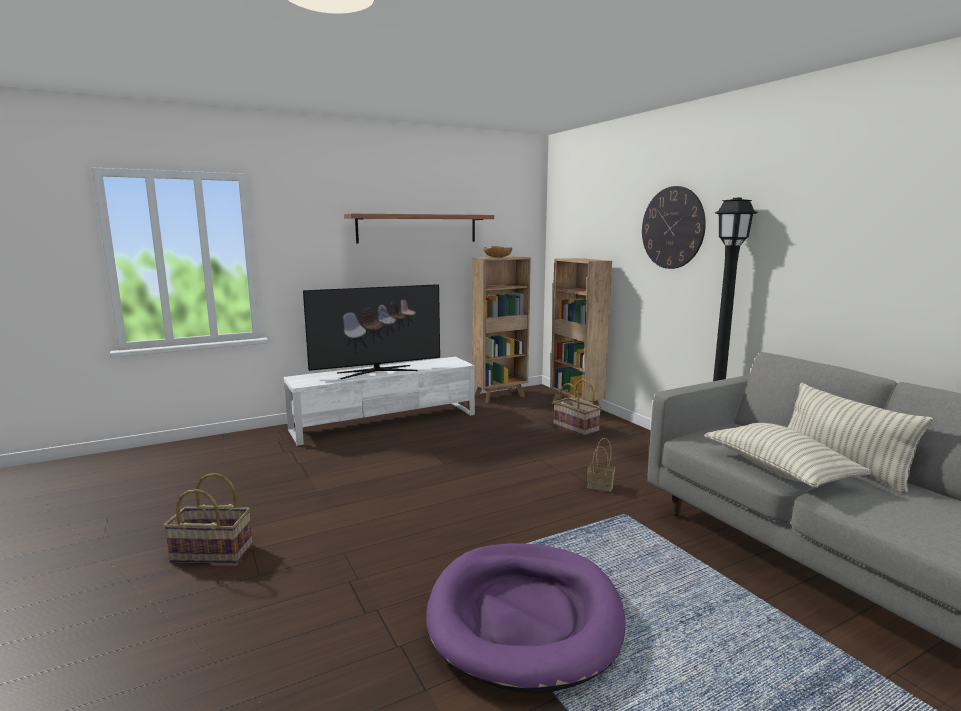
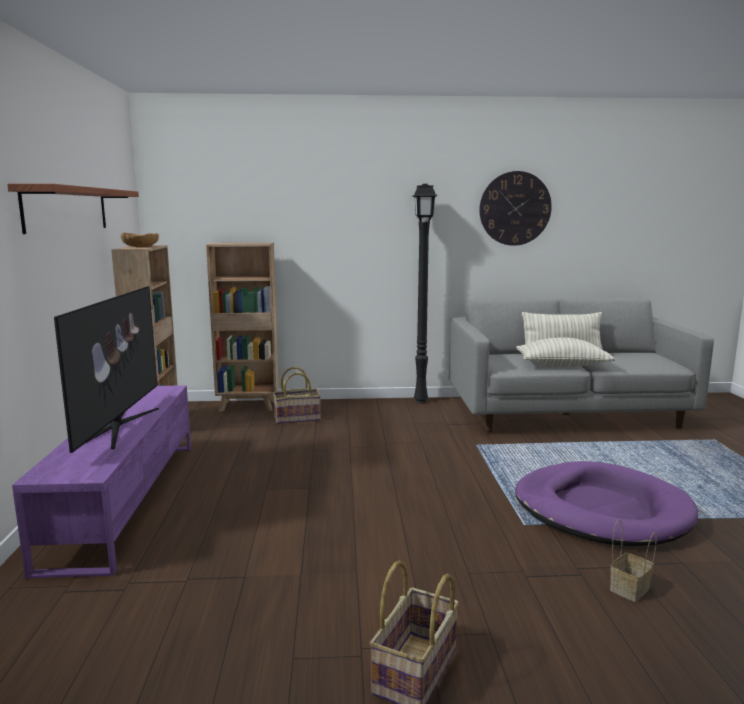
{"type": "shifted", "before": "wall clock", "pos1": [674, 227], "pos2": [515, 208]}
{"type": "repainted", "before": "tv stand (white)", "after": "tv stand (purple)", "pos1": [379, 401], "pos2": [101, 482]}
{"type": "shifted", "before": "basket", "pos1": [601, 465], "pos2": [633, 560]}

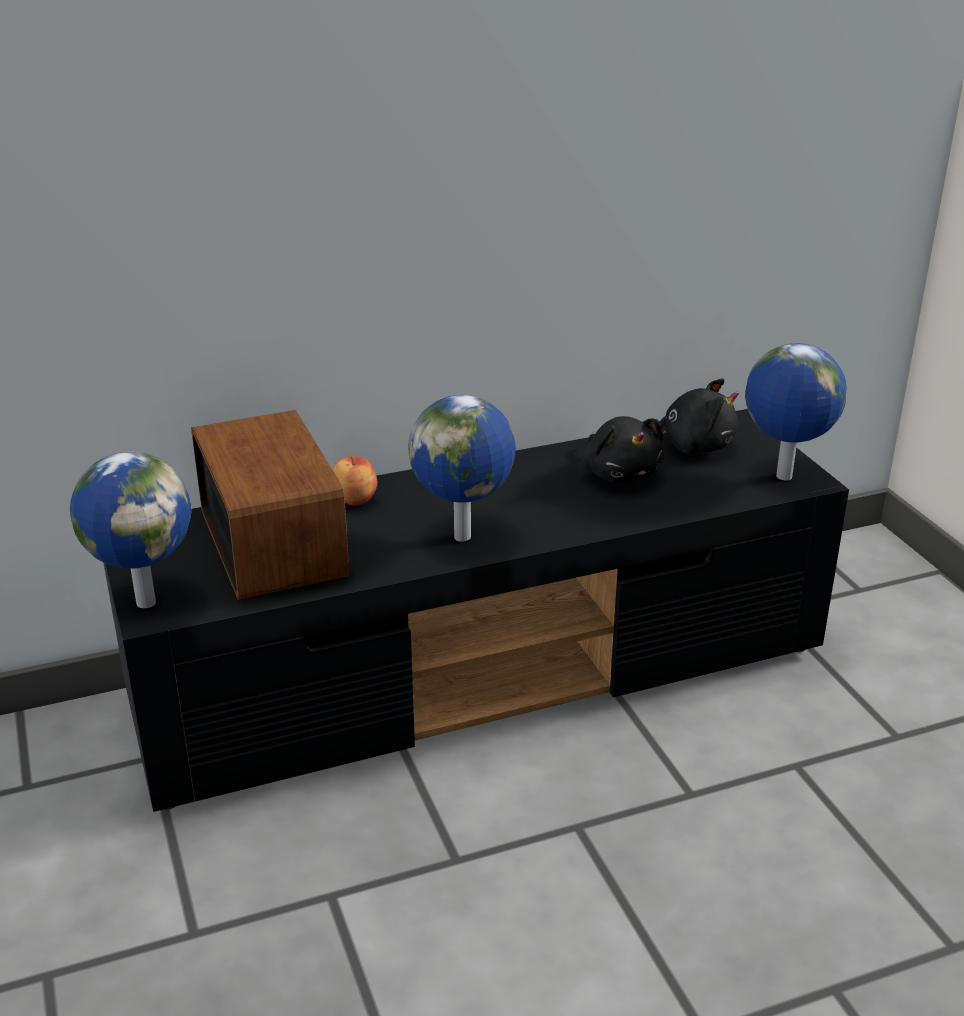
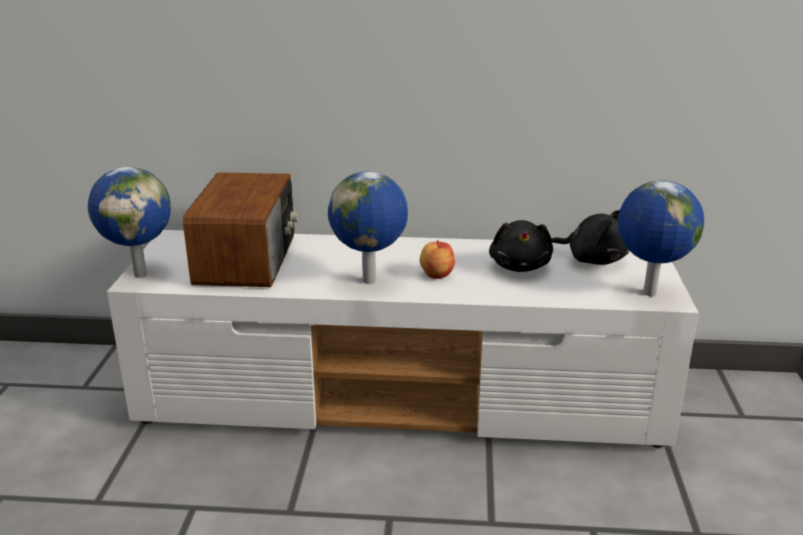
{"type": "repainted", "before": "tv stand (black)", "after": "tv stand (white)", "pos1": [476, 610], "pos2": [403, 339]}
{"type": "shifted", "before": "apple", "pos1": [355, 481], "pos2": [437, 259]}

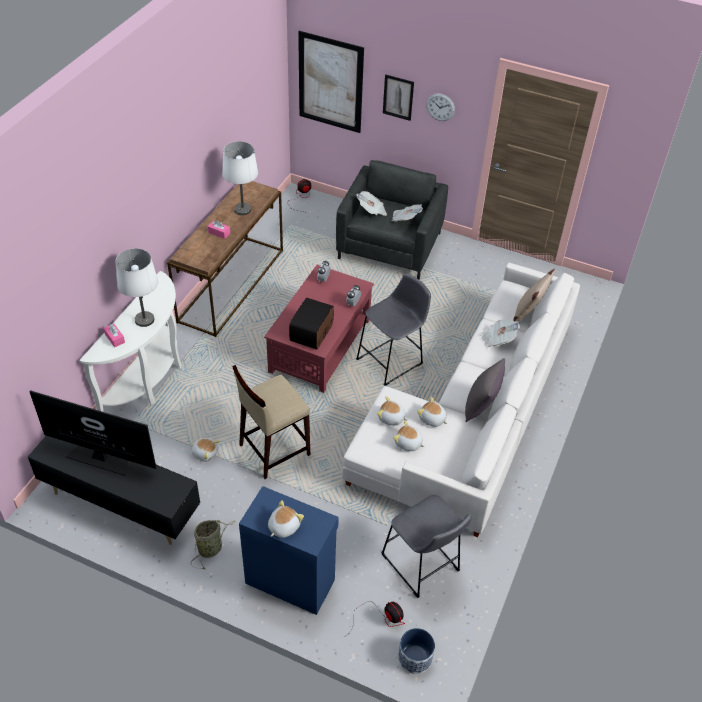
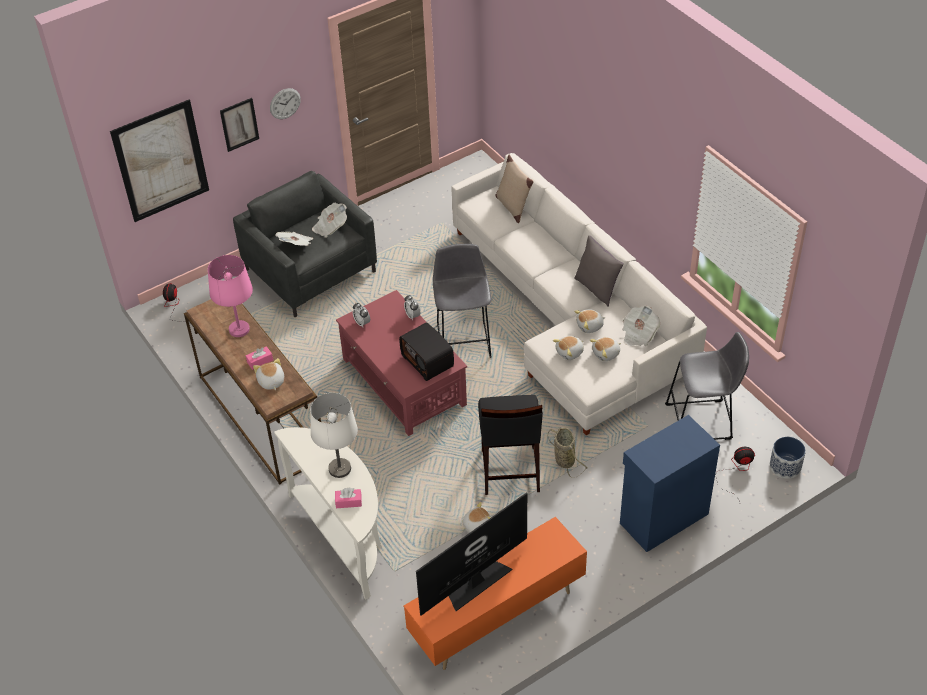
{"type": "repainted", "before": "table lamp (white)", "after": "table lamp (pink)", "pos1": [240, 178], "pos2": [230, 296]}
{"type": "shifted", "before": "newspaper", "pos1": [500, 332], "pos2": [641, 326]}
{"type": "repainted", "before": "stool (beige)", "after": "stool (black)", "pos1": [271, 422], "pos2": [510, 445]}
{"type": "repainted", "before": "tv stand (black)", "after": "tv stand (orange)", "pos1": [114, 490], "pos2": [495, 593]}
{"type": "shifted", "before": "plush toy", "pos1": [286, 519], "pos2": [268, 374]}
{"type": "shifted", "before": "basket", "pos1": [213, 545], "pos2": [567, 453]}

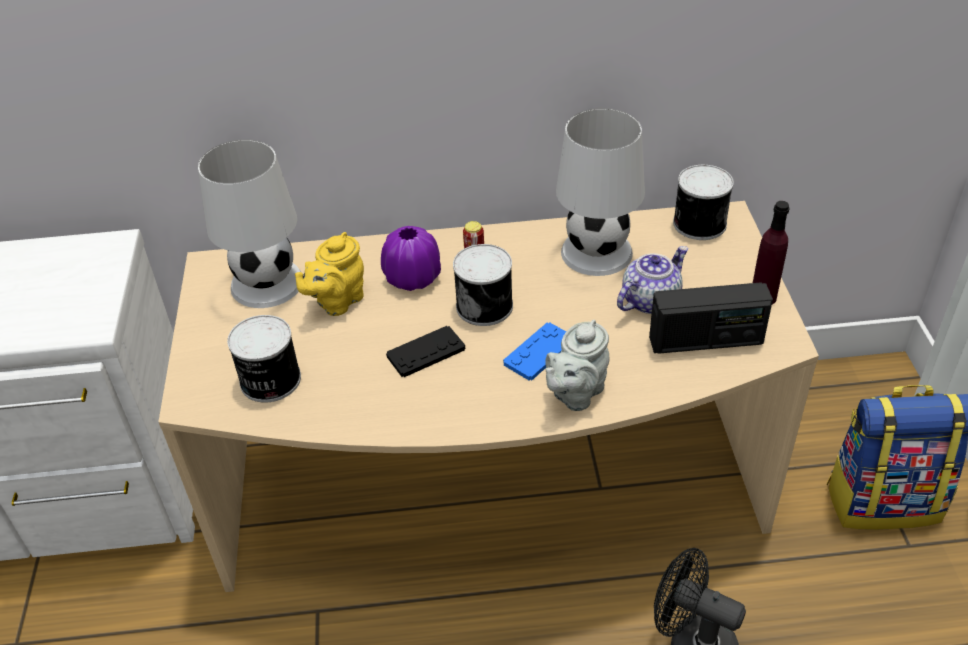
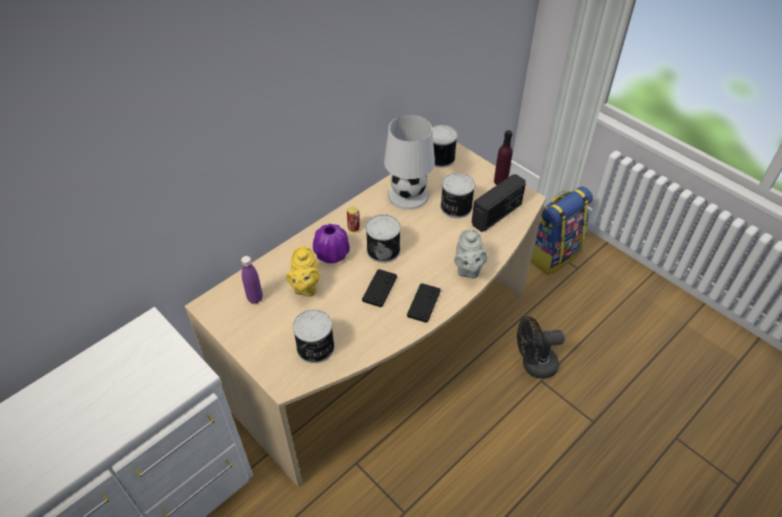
{"type": "swapped", "before": "table lamp (white)", "after": "bottle (purple)", "pos1": [249, 224], "pos2": [252, 280]}
{"type": "swapped", "before": "teapot", "after": "can", "pos1": [652, 280], "pos2": [458, 195]}
{"type": "gone", "before": "game controller (blue)", "pos1": [534, 351]}
{"type": "new", "after": "game controller (black)", "pos2": [424, 303]}

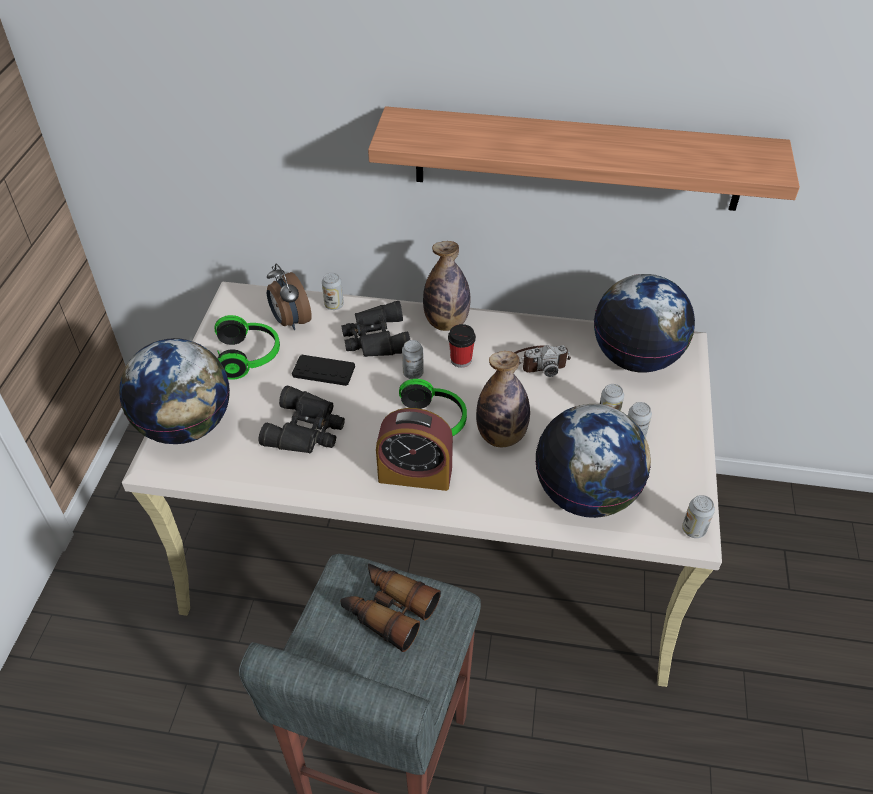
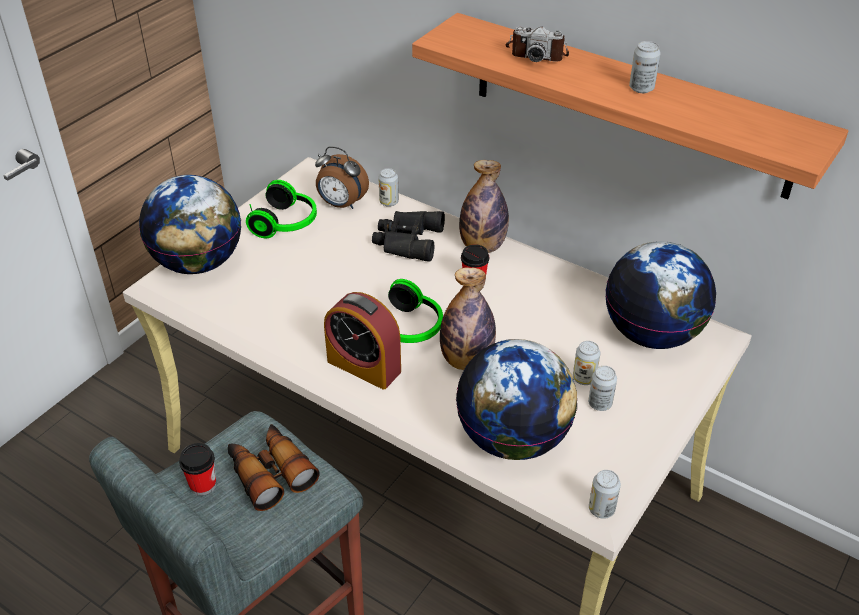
{"type": "rotated", "before": "alarm clock", "pos1": [289, 297], "pos2": [342, 177], "turn": -60}
{"type": "shifted", "before": "can", "pos1": [413, 359], "pos2": [645, 67]}
{"type": "shifted", "before": "photo camera", "pos1": [542, 361], "pos2": [537, 44]}
{"type": "gone", "before": "game controller (black)", "pos1": [323, 370]}
{"type": "gone", "before": "binoculars (black)", "pos1": [301, 419]}
{"type": "new", "after": "cup", "pos2": [197, 469]}

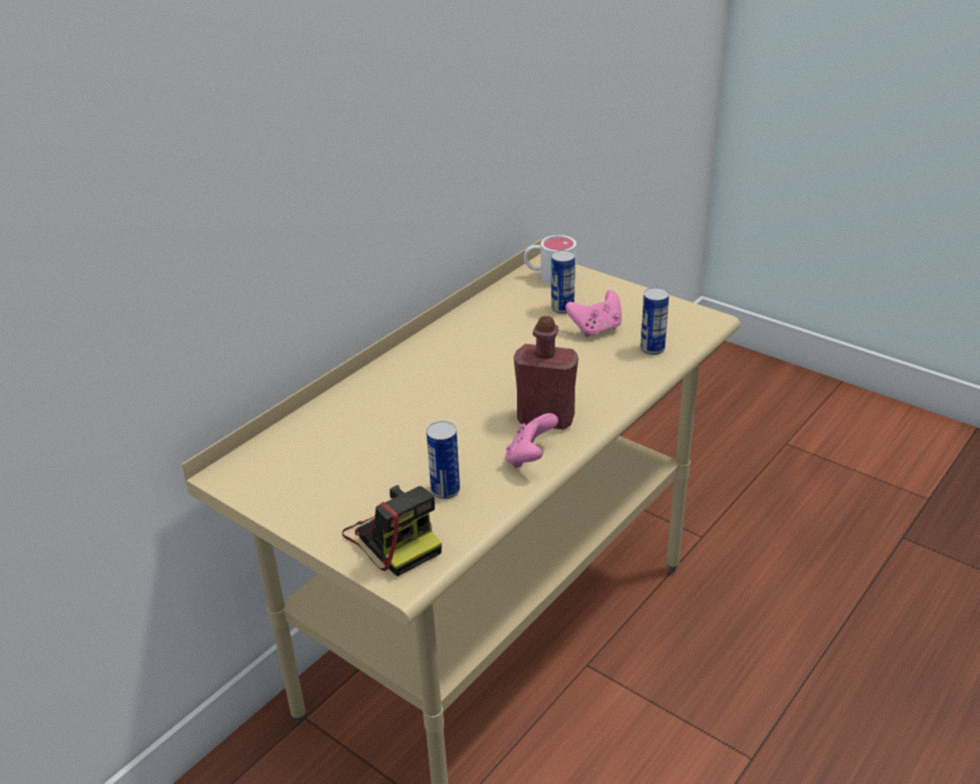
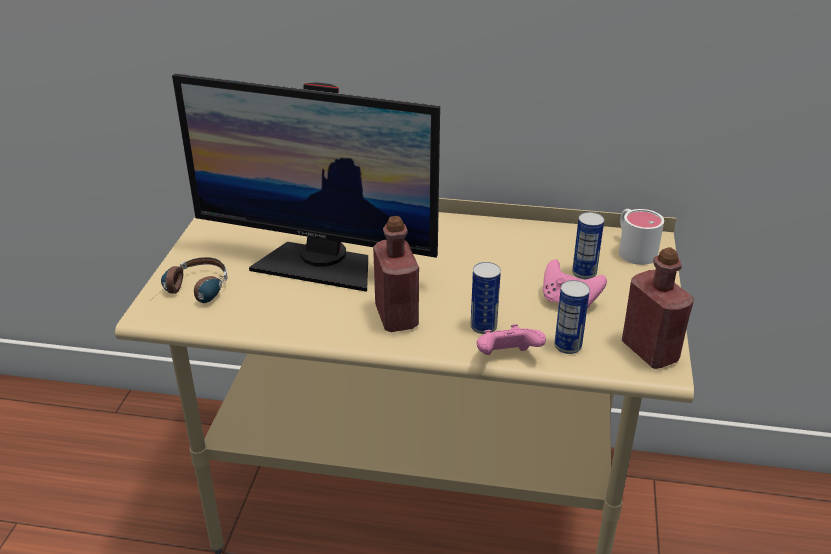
{"type": "shifted", "before": "game controller (pink)", "pos1": [531, 440], "pos2": [511, 339]}
{"type": "shifted", "before": "can", "pos1": [443, 460], "pos2": [485, 298]}
{"type": "swapped", "before": "photo camera", "after": "headphones", "pos1": [392, 531], "pos2": [188, 280]}
{"type": "new", "after": "monitor", "pos2": [306, 183]}
{"type": "new", "after": "bottle (red)", "pos2": [658, 308]}

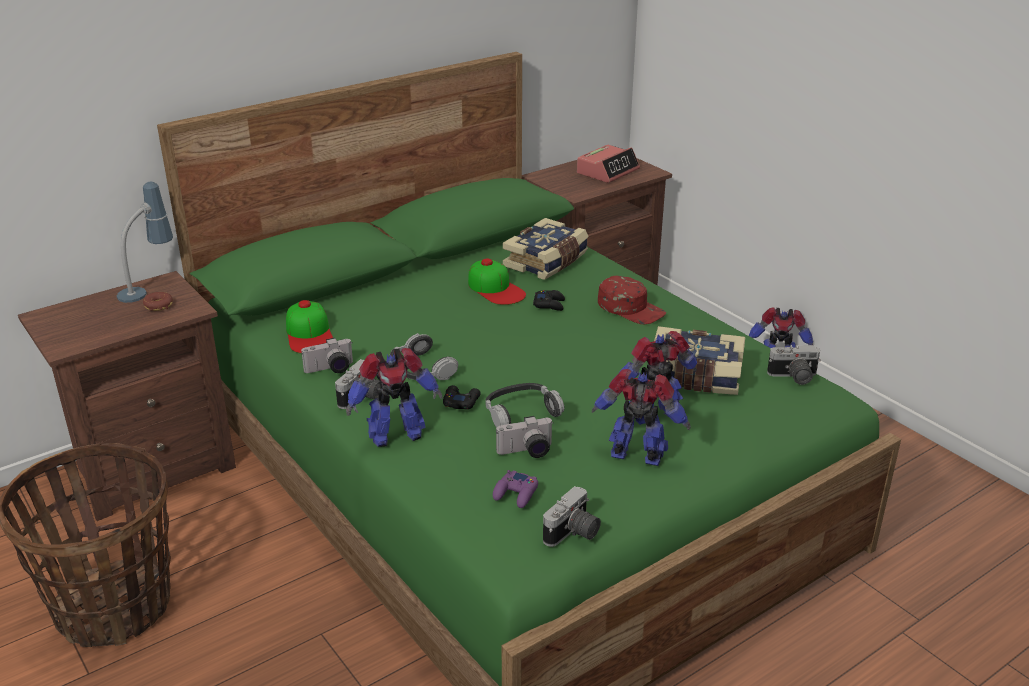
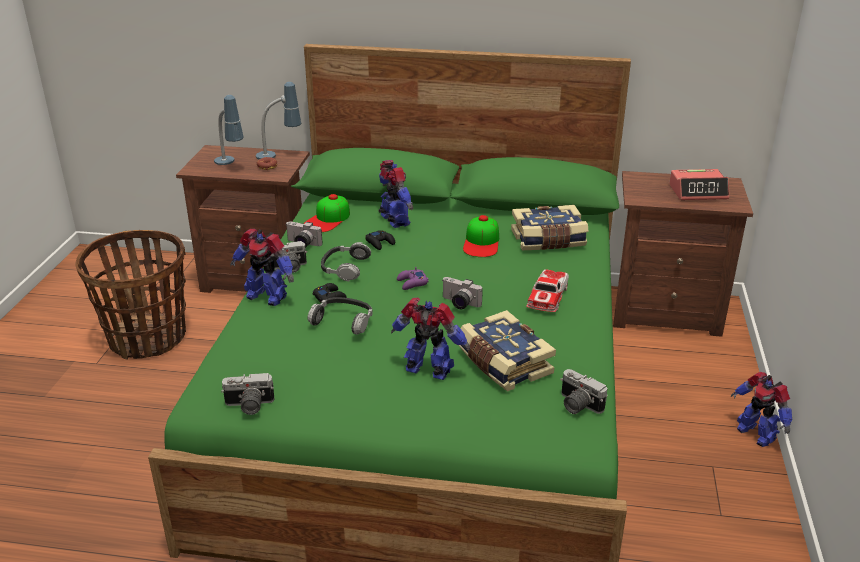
{"type": "swapped", "before": "cap (red)", "after": "toy car", "pos1": [632, 300], "pos2": [547, 290]}
{"type": "shifted", "before": "game controller (black)", "pos1": [549, 300], "pos2": [380, 240]}
{"type": "shifted", "before": "toy robot", "pos1": [641, 417], "pos2": [396, 194]}
{"type": "shifted", "before": "photo camera", "pos1": [524, 437], "pos2": [463, 293]}
{"type": "shifted", "before": "game controller (purple)", "pos1": [515, 489], "pos2": [413, 278]}
{"type": "new", "after": "table lamp", "pos2": [229, 130]}

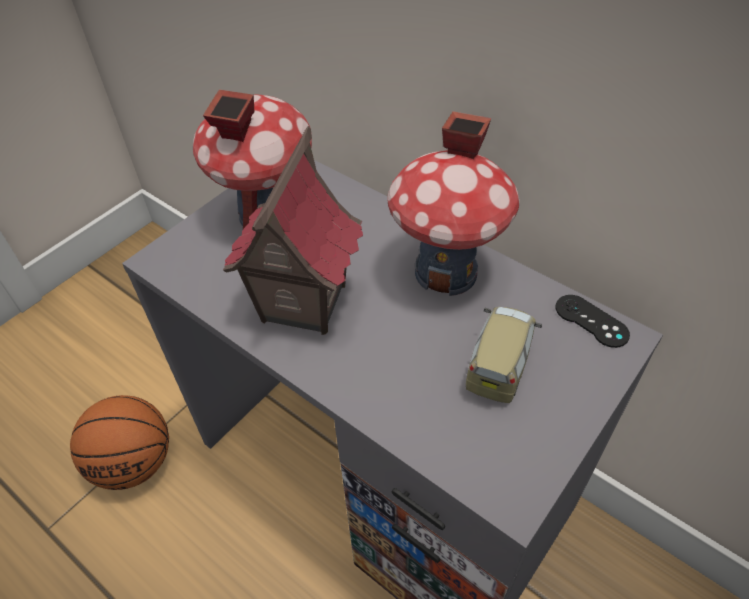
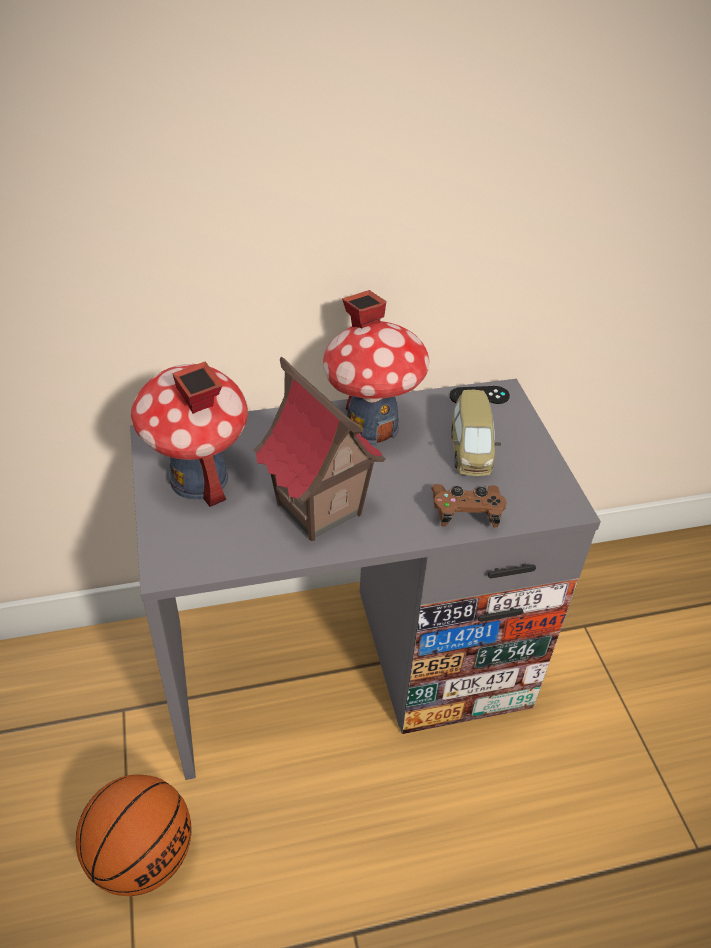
{"type": "rotated", "before": "toy car", "pos1": [504, 355], "pos2": [476, 433], "turn": -150}
{"type": "new", "after": "game controller (brown)", "pos2": [468, 506]}

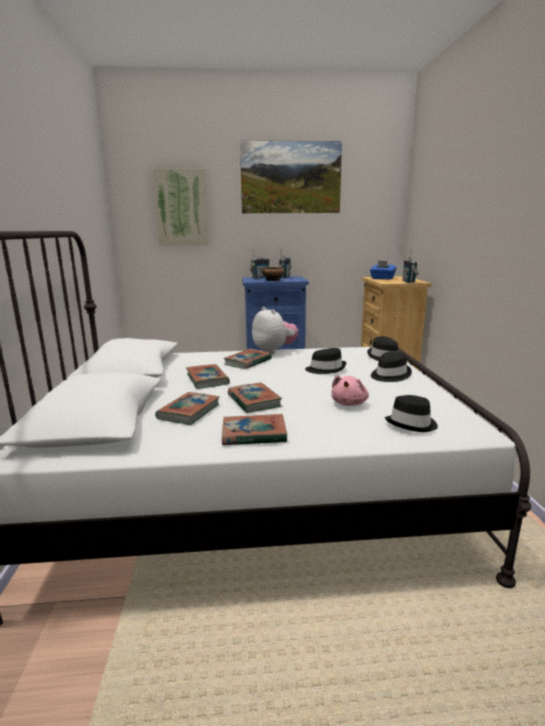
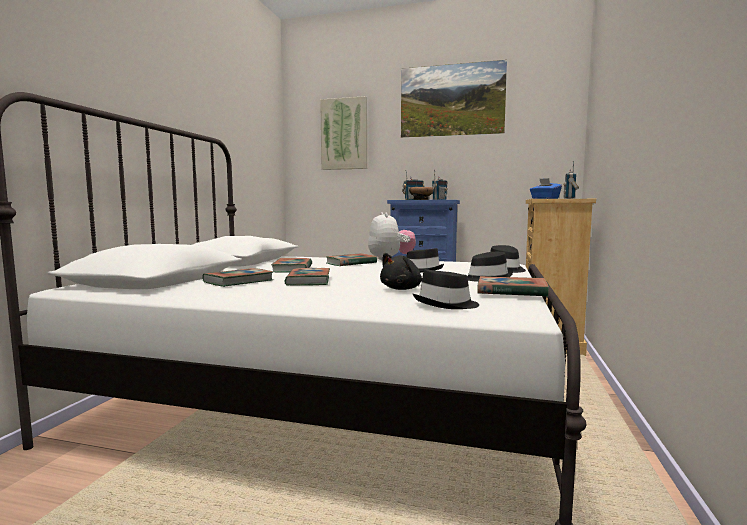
{"type": "repainted", "before": "plush toy (pink)", "after": "plush toy (black)", "pos1": [350, 390], "pos2": [401, 271]}
{"type": "shifted", "before": "book", "pos1": [254, 429], "pos2": [513, 286]}

